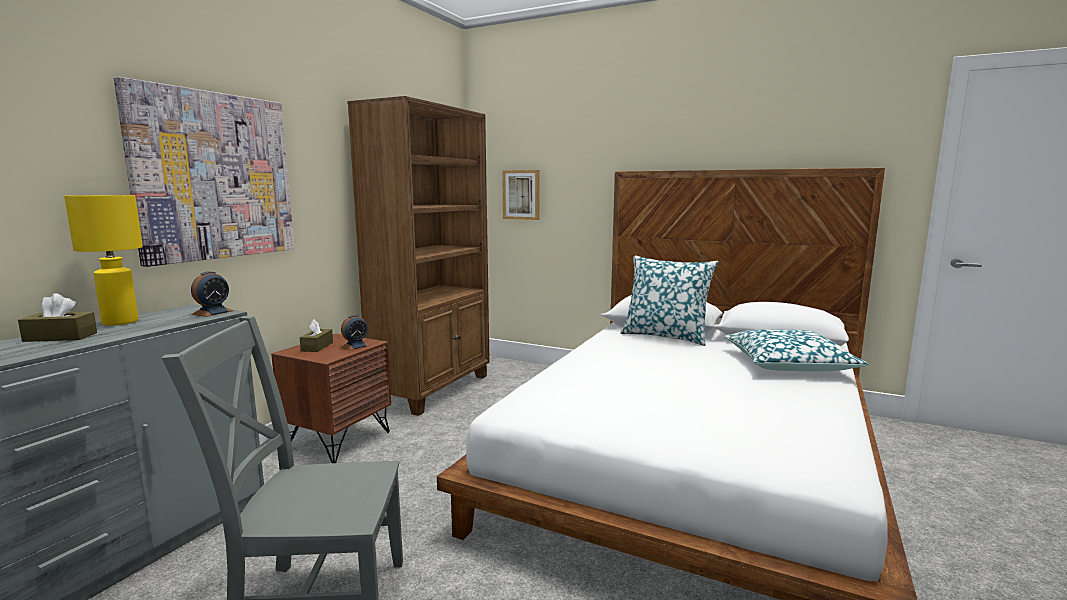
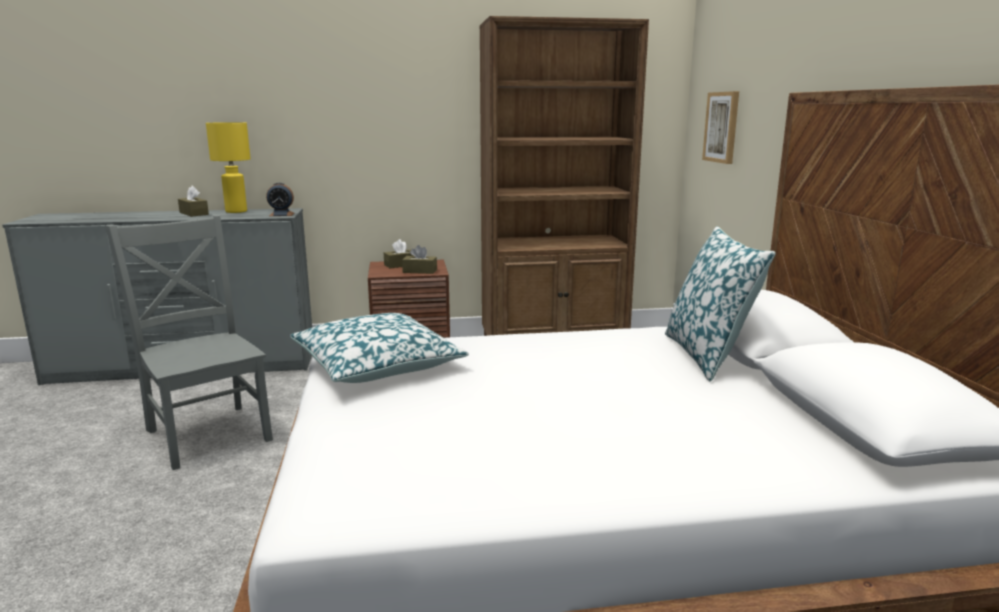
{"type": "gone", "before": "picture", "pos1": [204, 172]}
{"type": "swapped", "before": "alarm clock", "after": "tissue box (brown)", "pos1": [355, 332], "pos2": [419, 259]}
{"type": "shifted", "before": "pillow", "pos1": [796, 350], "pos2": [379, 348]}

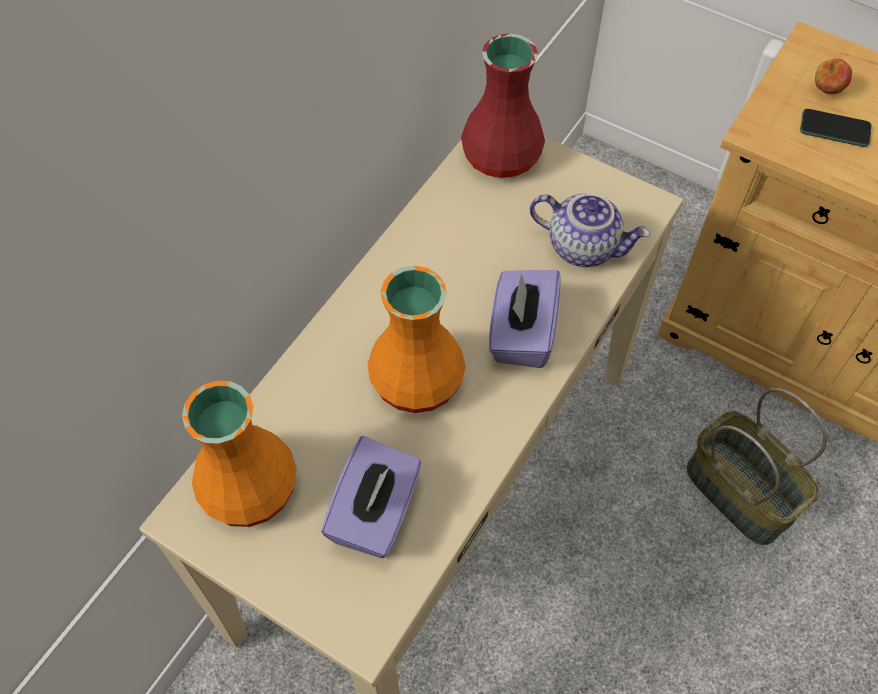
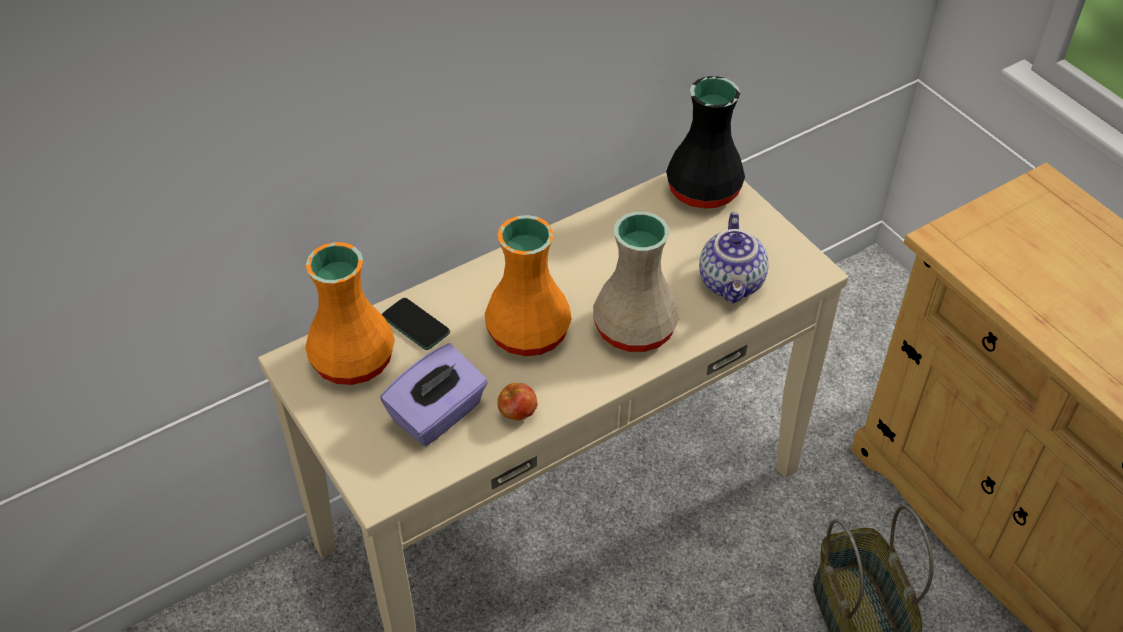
{"type": "repainted", "before": "vase (red)", "after": "vase (black)", "pos1": [503, 105], "pos2": [705, 142]}
{"type": "shifted", "before": "apple", "pos1": [833, 76], "pos2": [517, 402]}
{"type": "shifted", "before": "phone", "pos1": [836, 128], "pos2": [416, 324]}
{"type": "rotated", "before": "teapot", "pos1": [590, 230], "pos2": [734, 257], "turn": 45}
{"type": "swapped", "before": "tissue box (purple)", "after": "vase (beige)", "pos1": [525, 319], "pos2": [636, 282]}

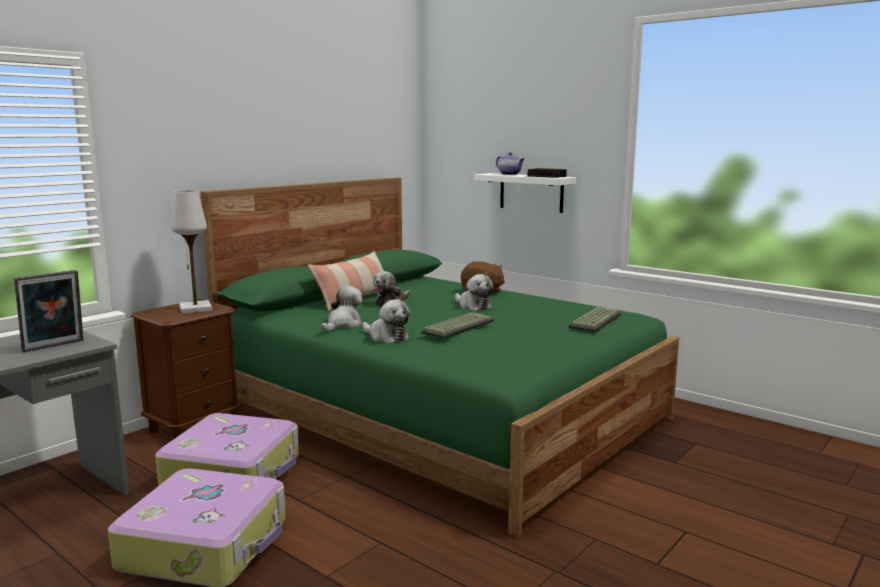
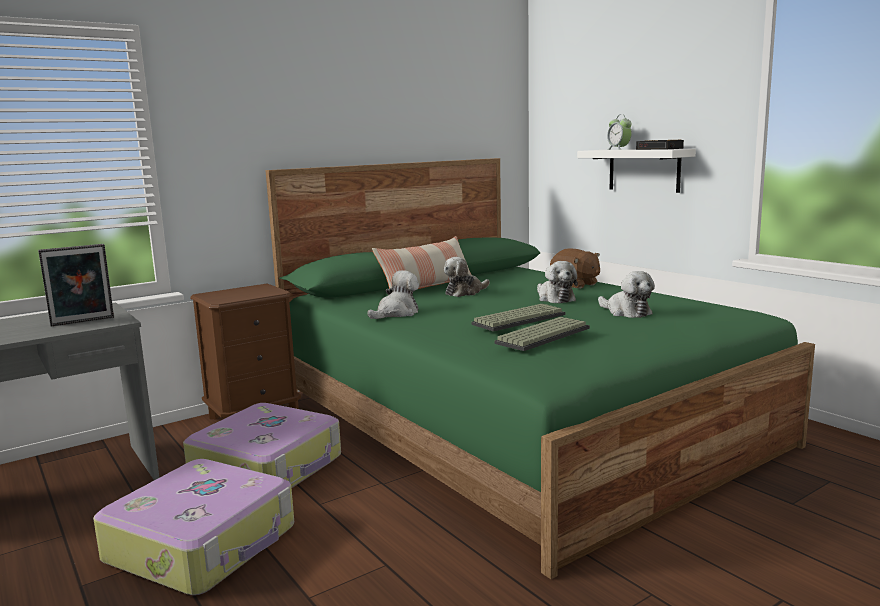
{"type": "swapped", "before": "teapot", "after": "alarm clock", "pos1": [510, 163], "pos2": [619, 132]}
{"type": "gone", "before": "table lamp (white)", "pos1": [191, 252]}
{"type": "shifted", "before": "plush toy", "pos1": [386, 321], "pos2": [626, 294]}
{"type": "shifted", "before": "keyboard", "pos1": [595, 319], "pos2": [542, 334]}

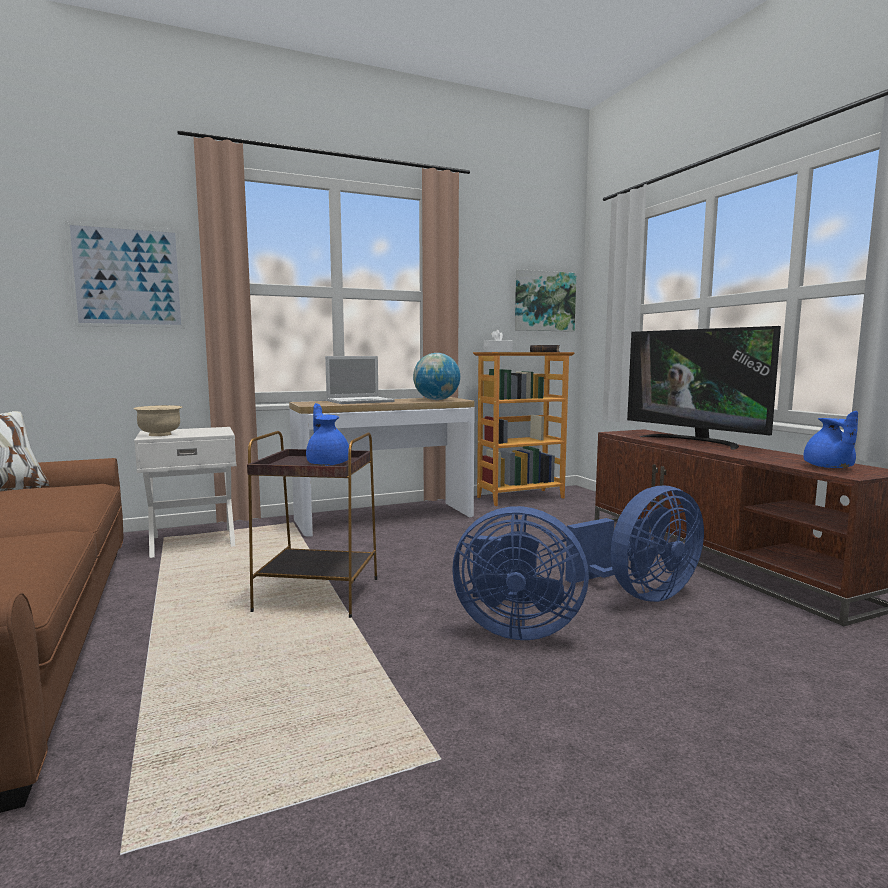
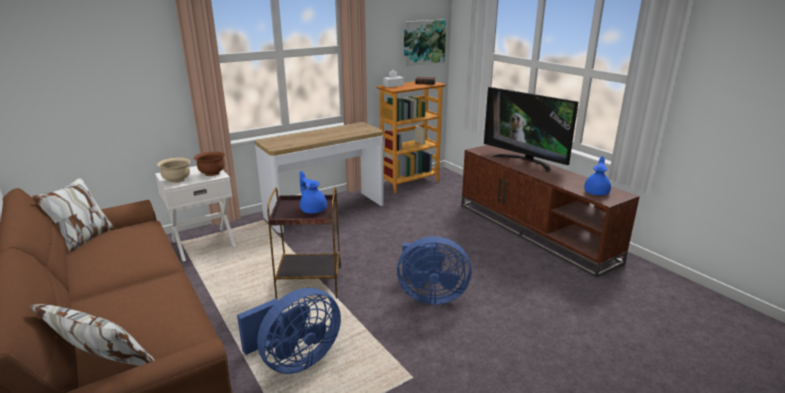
{"type": "gone", "before": "picture", "pos1": [125, 274]}
{"type": "gone", "before": "globe", "pos1": [436, 376]}
{"type": "gone", "before": "laptop", "pos1": [360, 380]}
{"type": "rotated", "before": "teapot (blue)", "pos1": [830, 439], "pos2": [597, 175], "turn": -150}
{"type": "shifted", "before": "fan (blue)", "pos1": [634, 544], "pos2": [289, 331]}
{"type": "new", "after": "bowl (brown)", "pos2": [209, 164]}

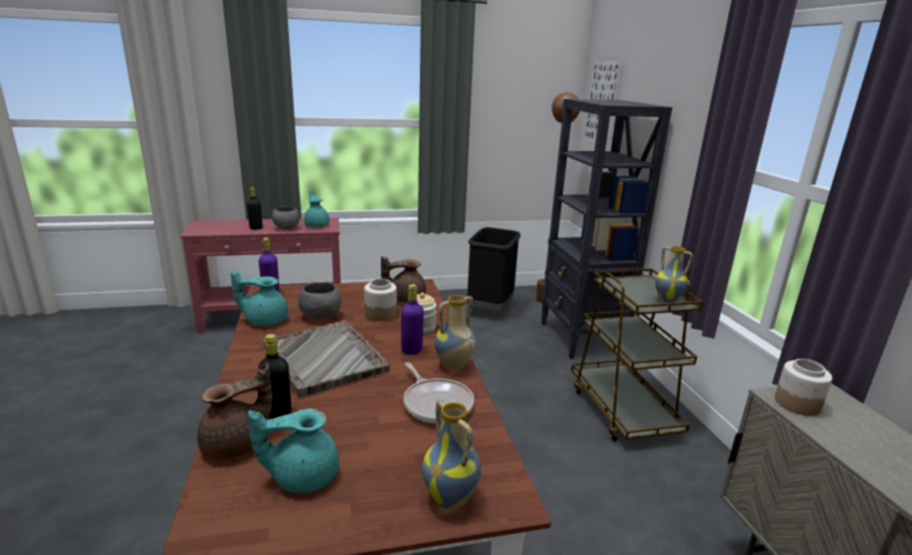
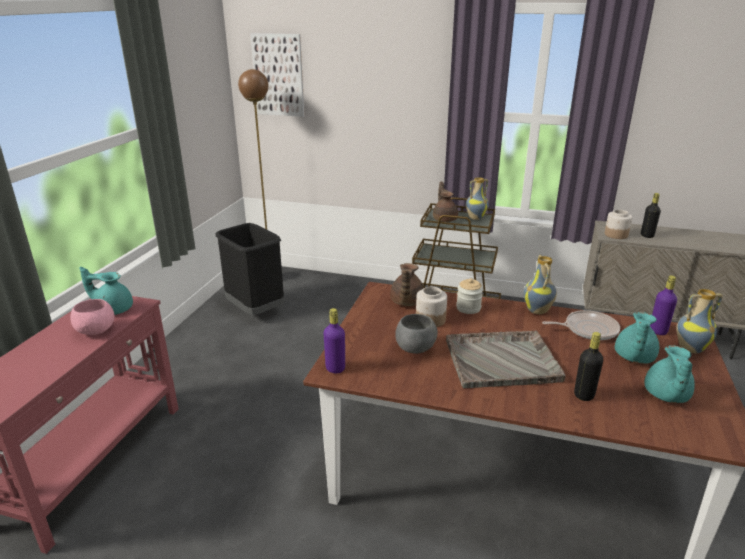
{"type": "gone", "before": "bookcase (black)", "pos1": [606, 229]}
{"type": "shifted", "before": "bottle (black)", "pos1": [255, 208], "pos2": [651, 215]}
{"type": "repainted", "before": "bowl (grey)", "after": "bowl (pink)", "pos1": [286, 218], "pos2": [93, 317]}
{"type": "shifted", "before": "teapot (turquoise)", "pos1": [259, 298], "pos2": [637, 338]}
{"type": "shifted", "before": "bottle (purple)", "pos1": [412, 319], "pos2": [663, 305]}
{"type": "shifted", "before": "teapot (brown)", "pos1": [235, 411], "pos2": [445, 201]}

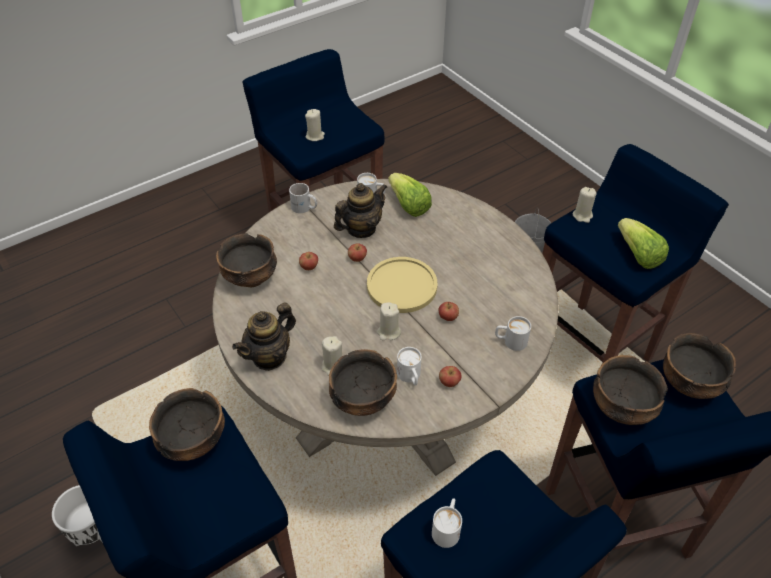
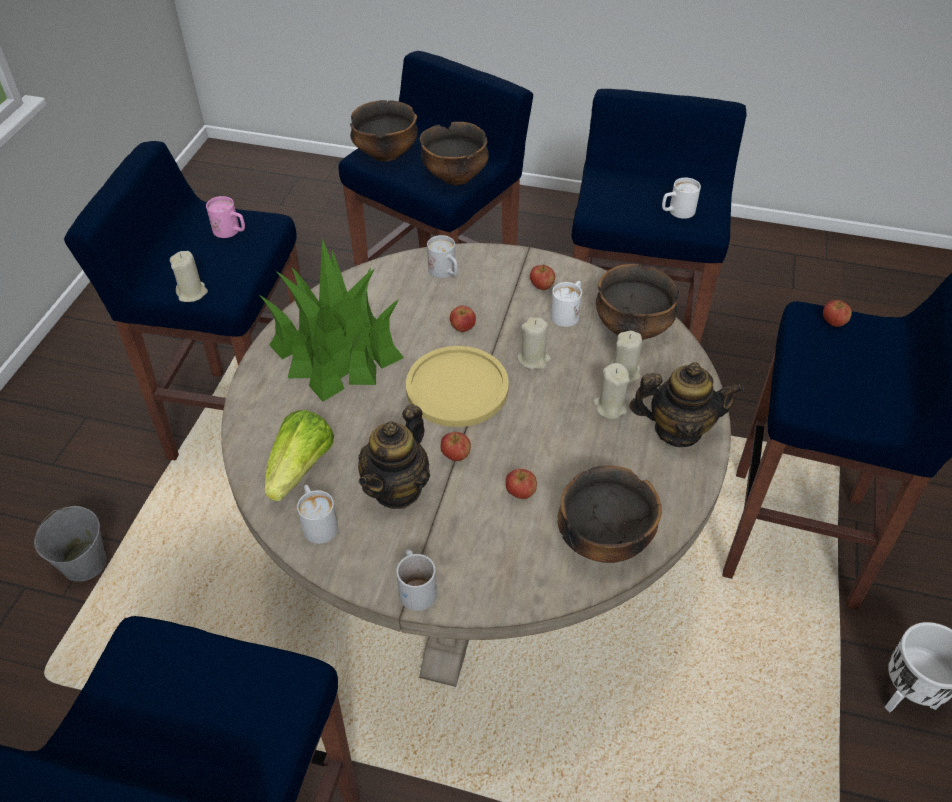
{"type": "shifted", "before": "candle (beige)", "pos1": [315, 125], "pos2": [611, 391]}
{"type": "rotated", "before": "teapot", "pos1": [360, 210], "pos2": [394, 456], "turn": -75}
{"type": "swapped", "before": "lettuce", "after": "mug (pink)", "pos1": [643, 243], "pos2": [225, 217]}
{"type": "gone", "before": "bowl", "pos1": [187, 424]}
{"type": "new", "after": "potted plant", "pos2": [331, 320]}
{"type": "new", "after": "apple", "pos2": [837, 313]}

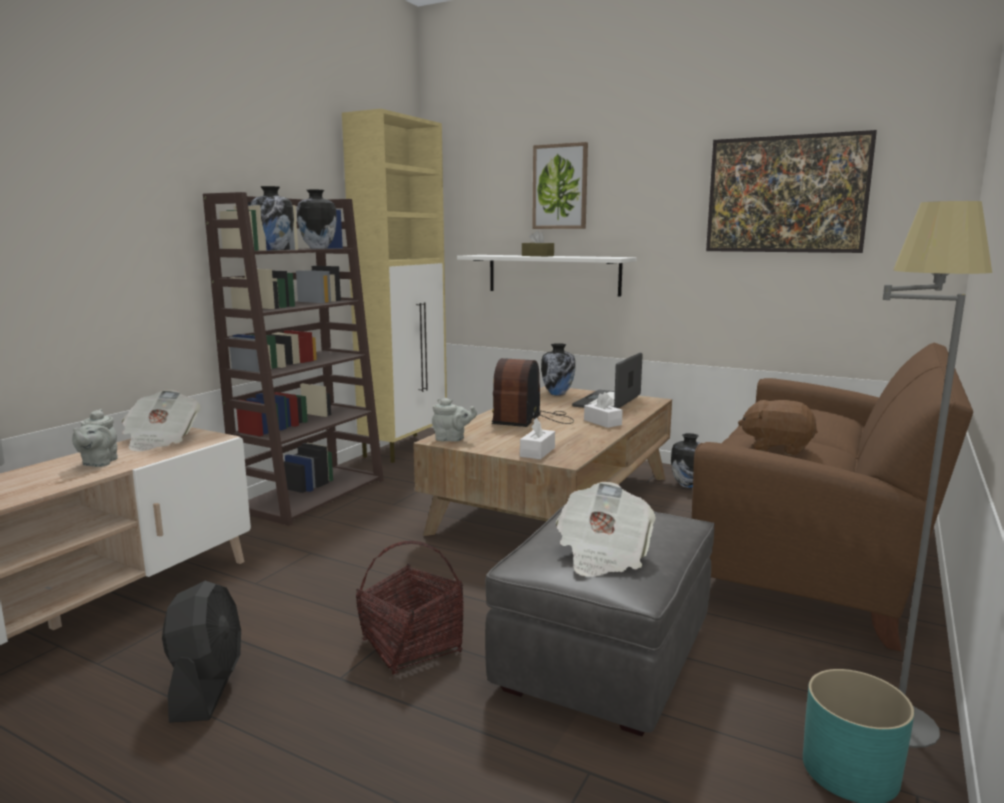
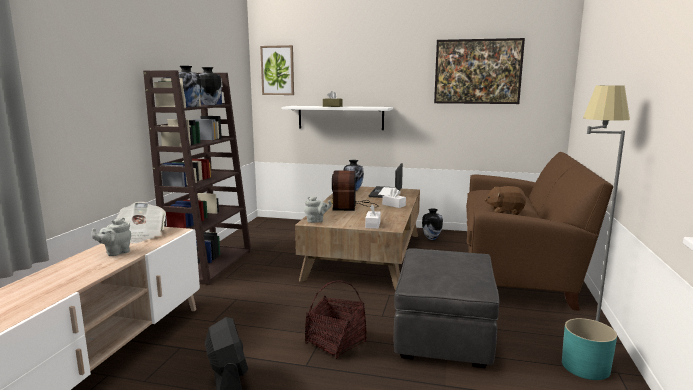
{"type": "gone", "before": "cabinet (beige)", "pos1": [394, 286]}
{"type": "shifted", "before": "picture", "pos1": [560, 185], "pos2": [277, 70]}
{"type": "rotated", "before": "teapot (grey)", "pos1": [95, 438], "pos2": [111, 237], "turn": 60}
{"type": "gone", "before": "newspaper", "pos1": [606, 529]}

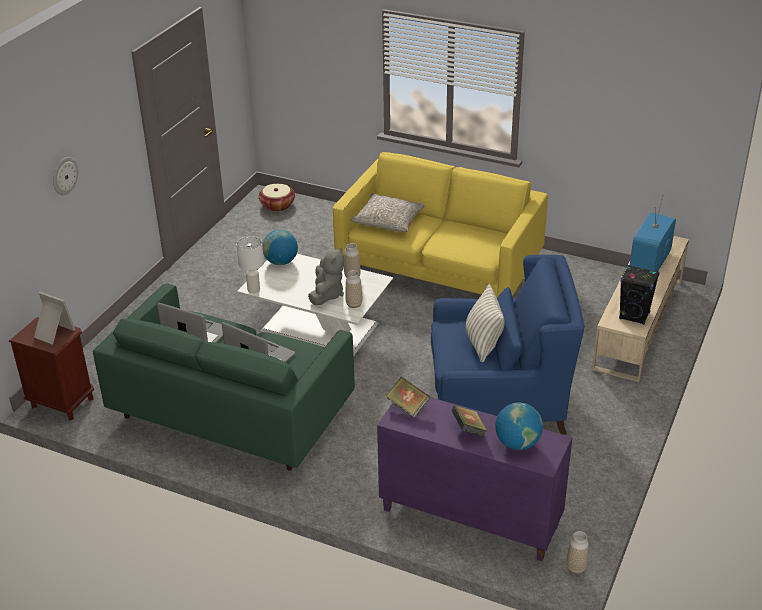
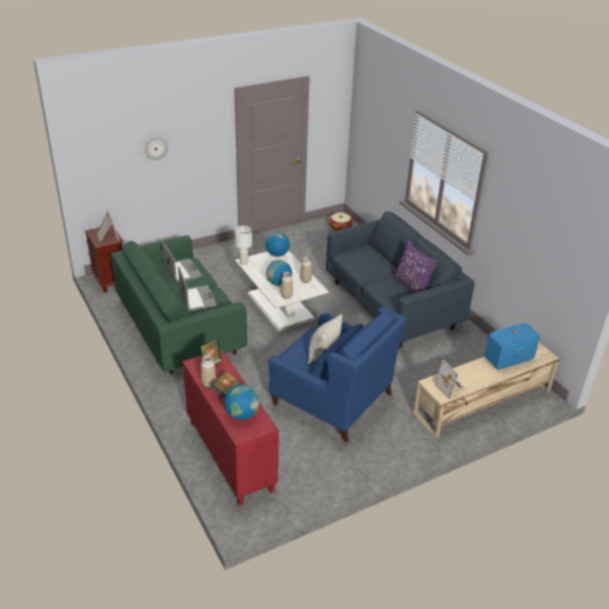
{"type": "repainted", "before": "sofa (yellow)", "after": "sofa (blue)", "pos1": [440, 224], "pos2": [400, 279]}
{"type": "gone", "before": "pillow (grey)", "pos1": [387, 212]}
{"type": "swapped", "before": "plush toy (grey)", "after": "globe", "pos1": [326, 276], "pos2": [279, 273]}
{"type": "swapped", "before": "speaker (black)", "after": "picture frame", "pos1": [639, 295], "pos2": [450, 379]}
{"type": "repainted", "before": "cabinet (purple)", "after": "cabinet (red)", "pos1": [474, 479], "pos2": [231, 427]}
{"type": "shifted", "before": "vase", "pos1": [577, 552], "pos2": [208, 371]}
{"type": "new", "after": "pillow (purple)", "pos2": [416, 266]}

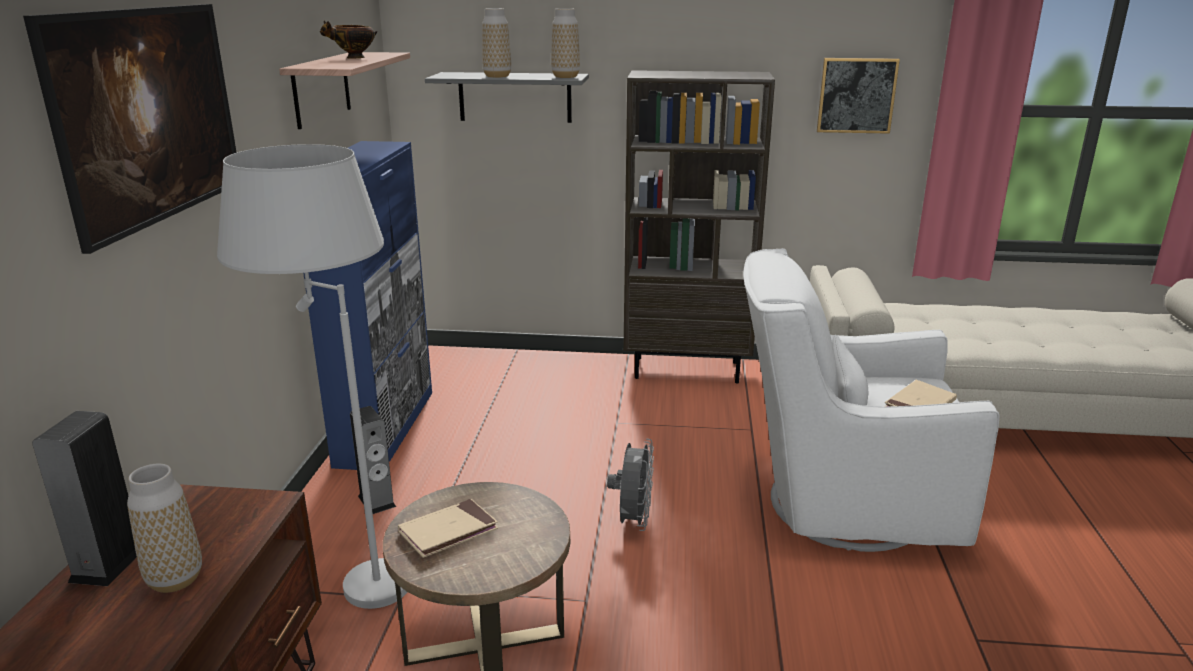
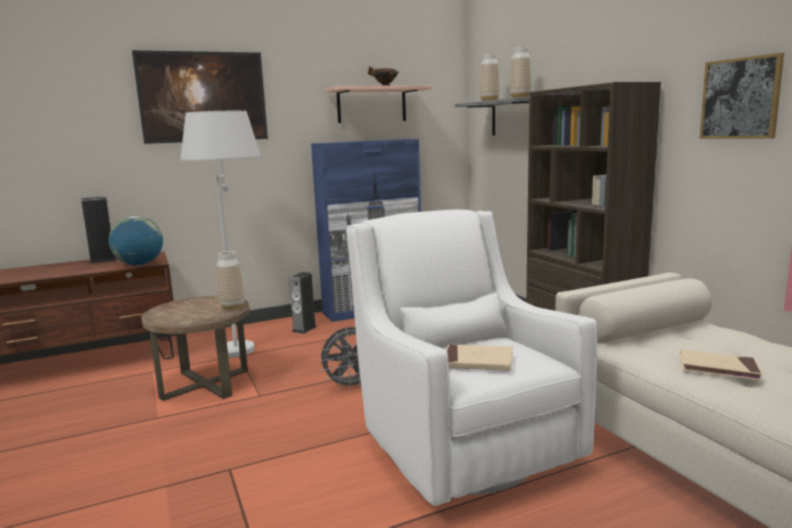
{"type": "shifted", "before": "vase", "pos1": [164, 528], "pos2": [231, 280]}
{"type": "shifted", "before": "book (beige)", "pos1": [448, 528], "pos2": [721, 365]}
{"type": "new", "after": "globe", "pos2": [136, 240]}

